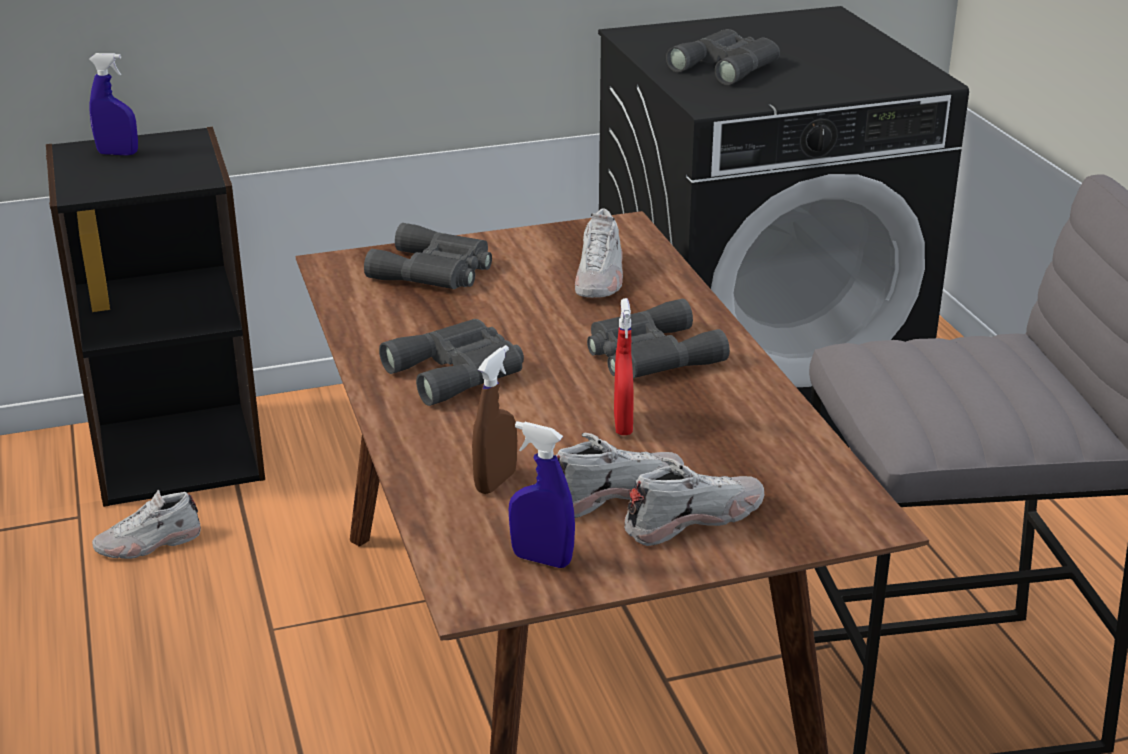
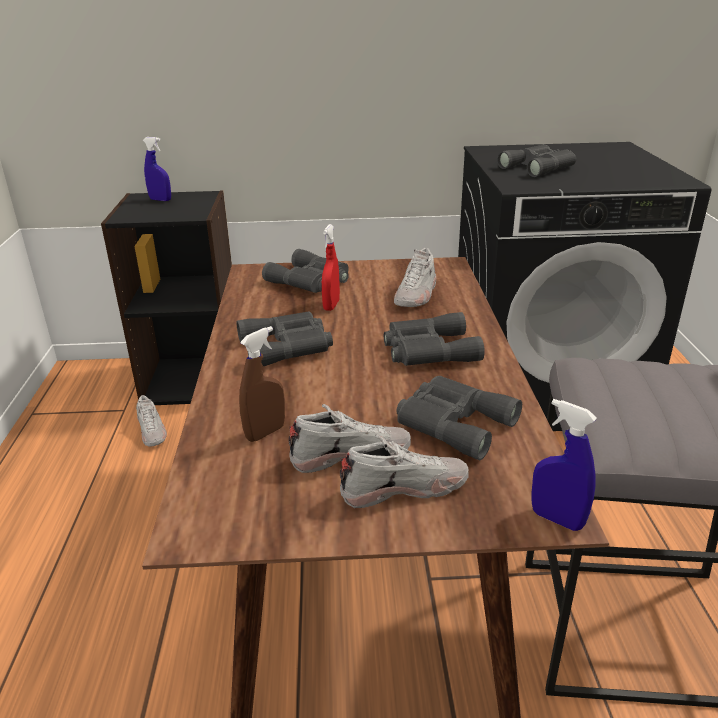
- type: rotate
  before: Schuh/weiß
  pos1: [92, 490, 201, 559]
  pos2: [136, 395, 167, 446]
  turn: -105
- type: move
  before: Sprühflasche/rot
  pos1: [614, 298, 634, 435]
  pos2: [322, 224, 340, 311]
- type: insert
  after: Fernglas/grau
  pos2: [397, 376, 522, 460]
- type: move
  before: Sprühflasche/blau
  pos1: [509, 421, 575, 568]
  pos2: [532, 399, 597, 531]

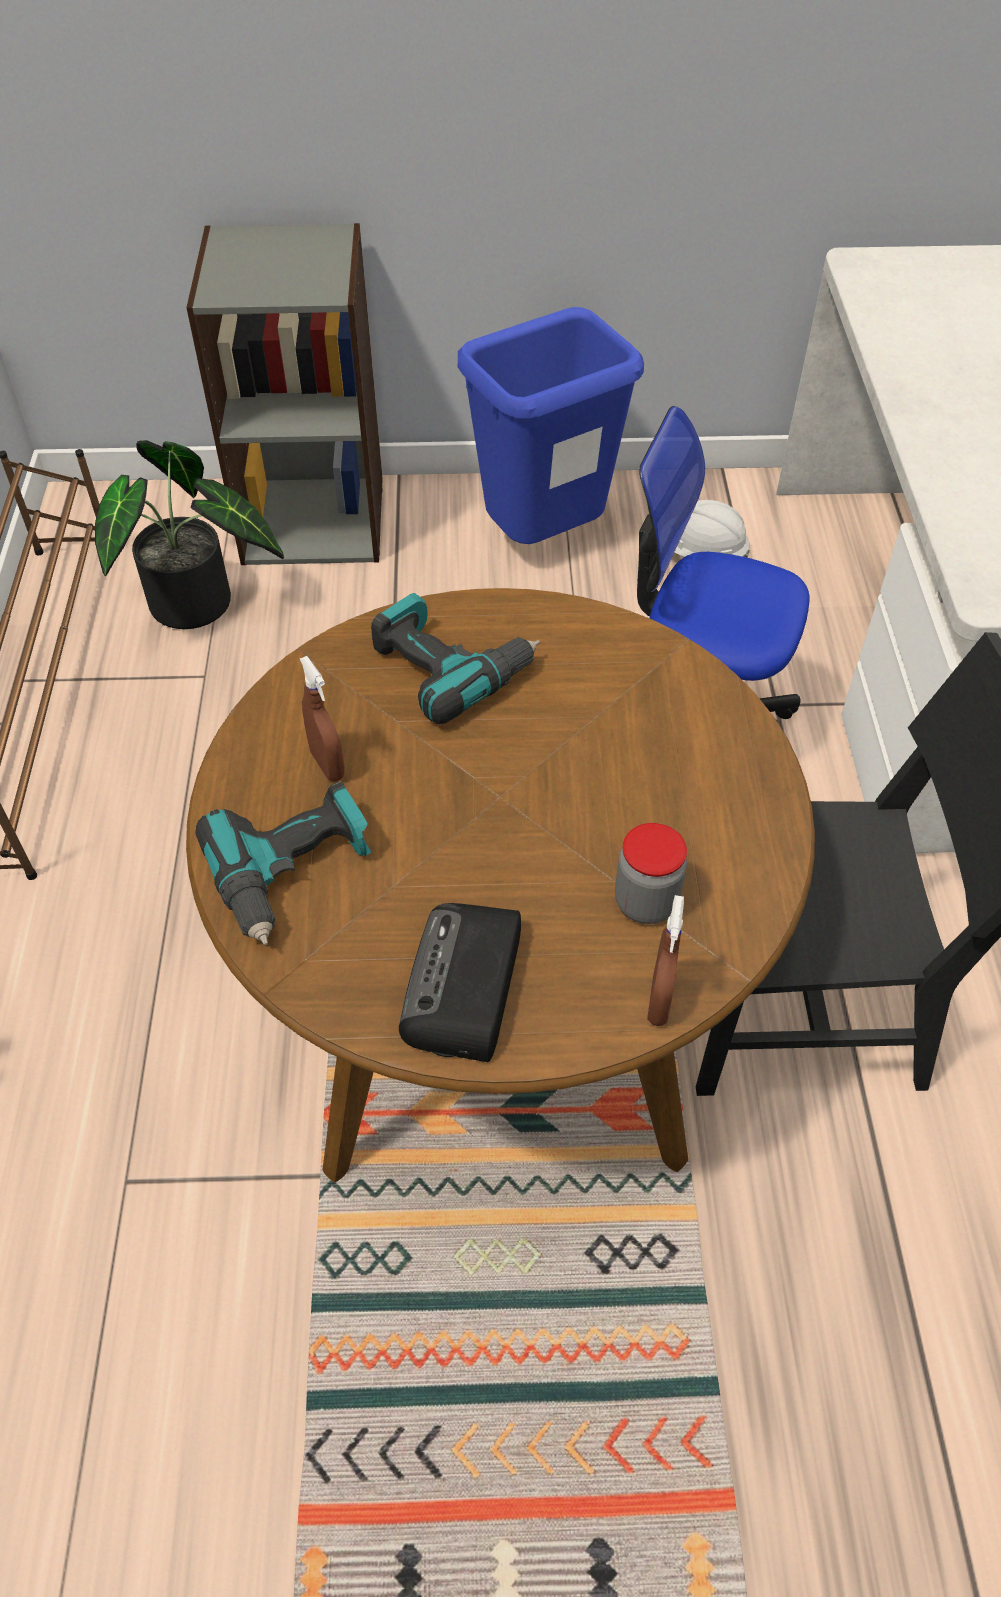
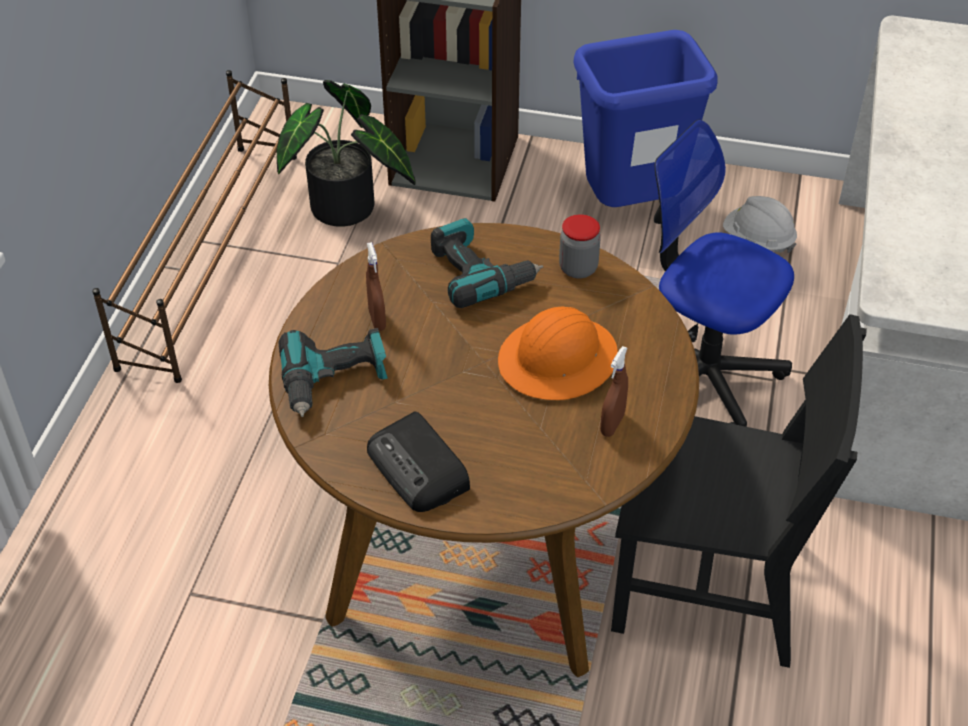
- type: rotate
  before: Radio
  pos1: [399, 903, 521, 1062]
  pos2: [367, 412, 470, 512]
  turn: -60
- type: insert
  after: Schutzhelm/orange
  pos2: [498, 307, 618, 400]
- type: move
  before: Vorratsglas
  pos1: [615, 823, 687, 924]
  pos2: [559, 214, 601, 279]
- type: move
  before: Sprühflasche/braun
  pos1: [647, 895, 684, 1026]
  pos2: [600, 346, 628, 437]

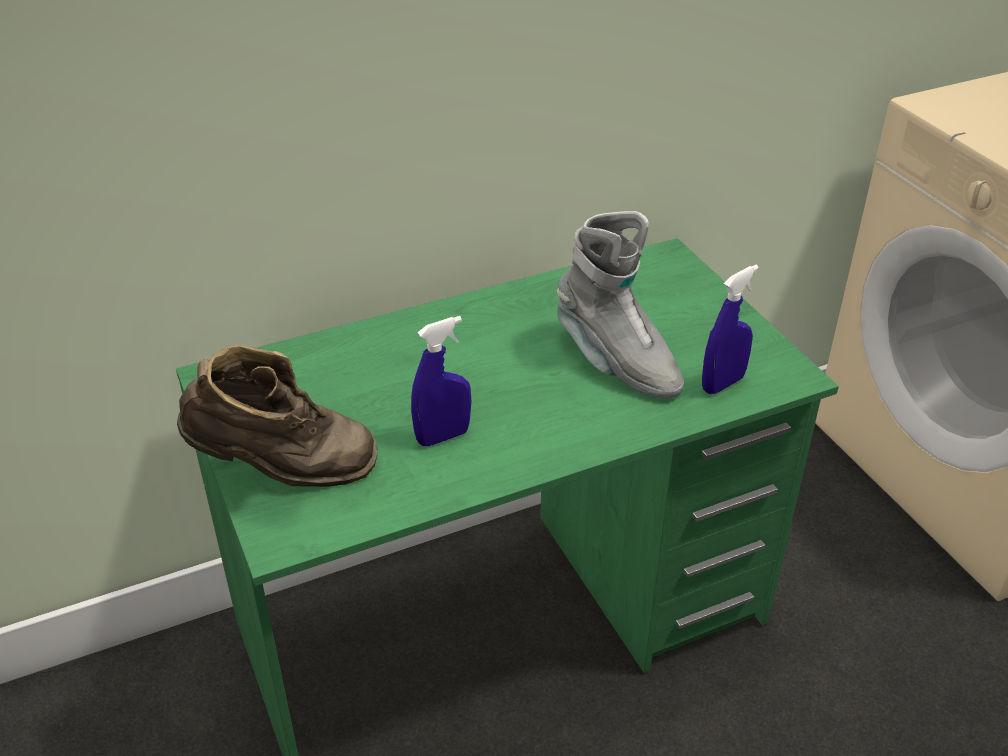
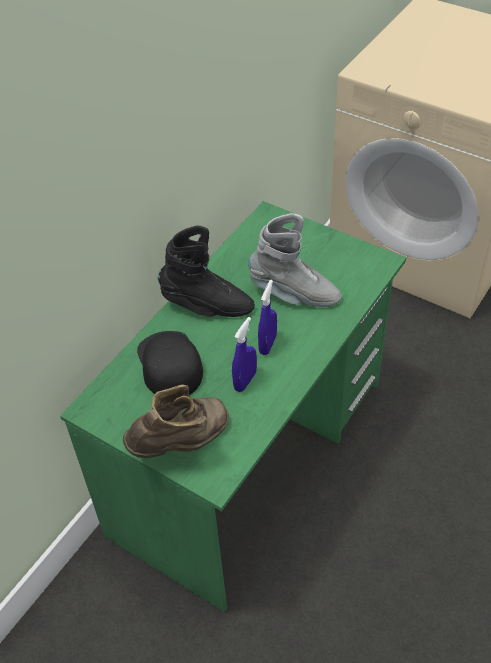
- type: insert
  after: Kappe/schwarz
  pos2: [137, 331, 203, 395]
- type: insert
  after: Stiefel/schwarz
  pos2: [158, 226, 255, 317]
- type: move
  before: Sprühflasche/blau
  pos1: [702, 265, 759, 394]
  pos2: [258, 280, 277, 355]

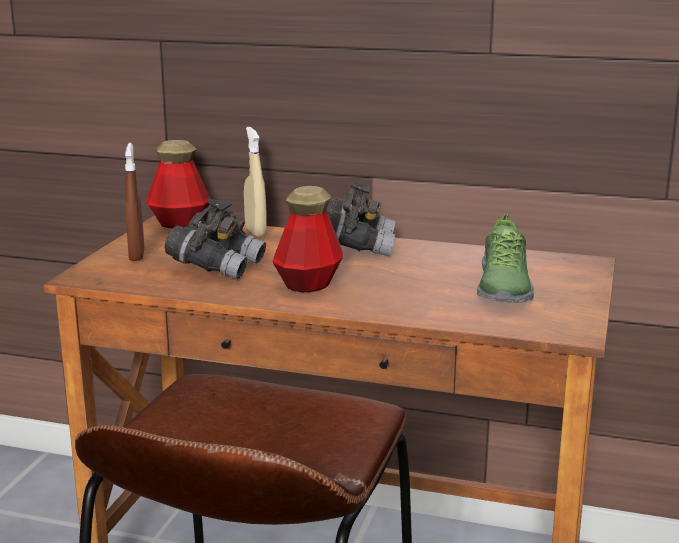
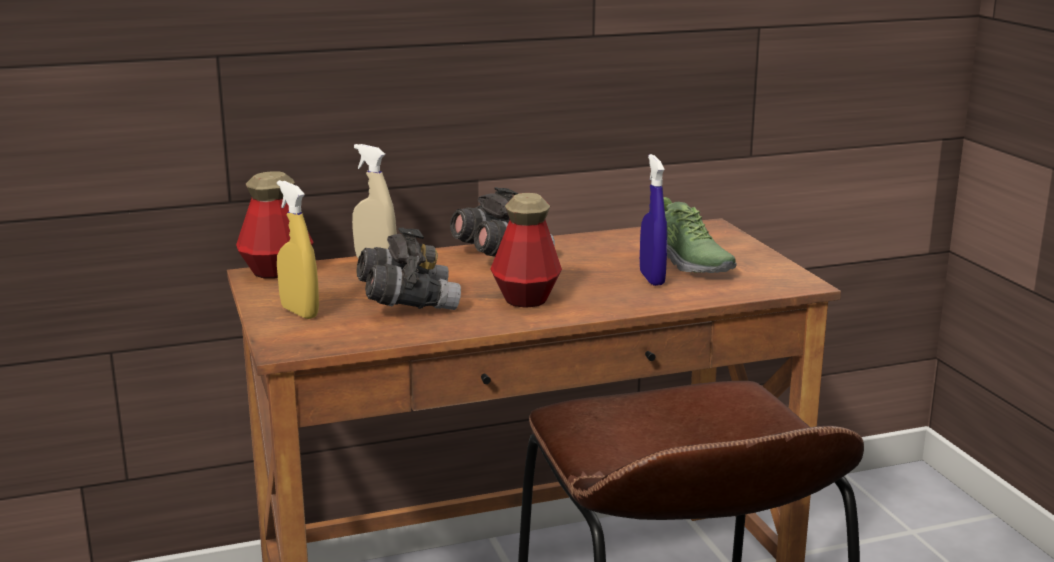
- type: recolor
  before: Sprühflasche/braun
  after: Sprühflasche/gelb
  pos1: [125, 143, 144, 261]
  pos2: [277, 180, 319, 319]
- type: insert
  after: Sprühflasche/blau
  pos2: [640, 154, 667, 286]

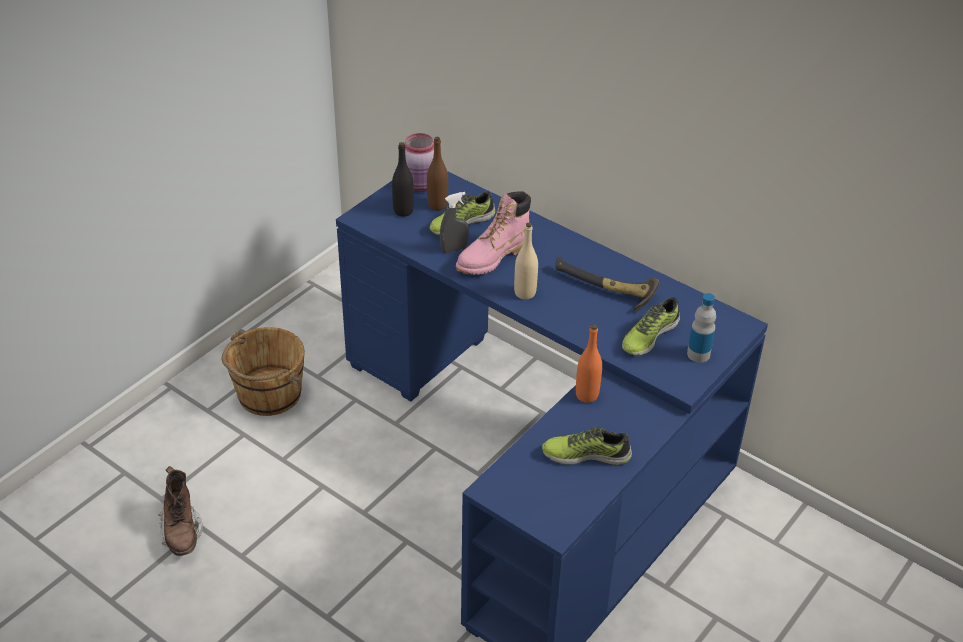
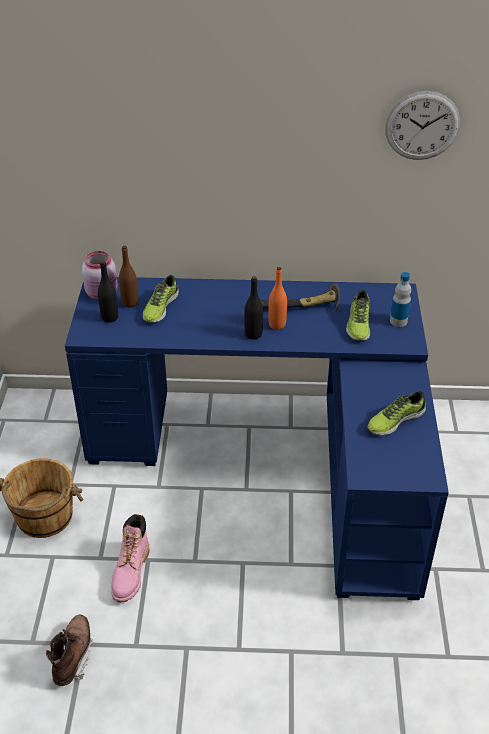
- type: rotate
  before: Stiefel/braun
  pos1: [158, 466, 203, 556]
  pos2: [46, 615, 94, 686]
  turn: -120
- type: move
  before: Stiefel/rosa
  pos1: [456, 191, 531, 275]
  pos2: [111, 514, 149, 603]
- type: recolor
  before: Flasche/beige
  after: Flasche/schwarz
  pos1: [514, 223, 538, 300]
  pos2: [244, 276, 263, 339]
- type: move
  before: Flasche/orange
  pos1: [576, 324, 602, 403]
  pos2: [268, 267, 287, 330]
- type: insert
  after: Wanduhr
  pos2: [385, 91, 460, 160]
- type: delete
  before: Sprühflasche/grau
  pos1: [440, 192, 469, 253]

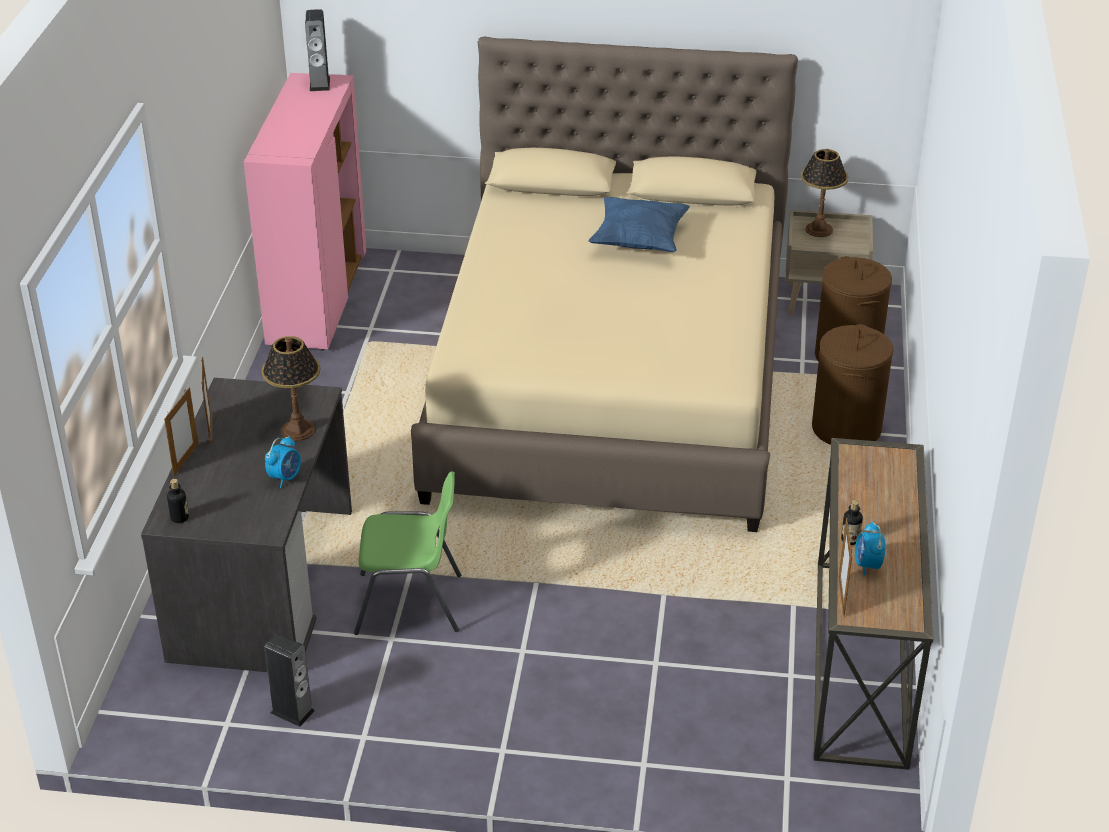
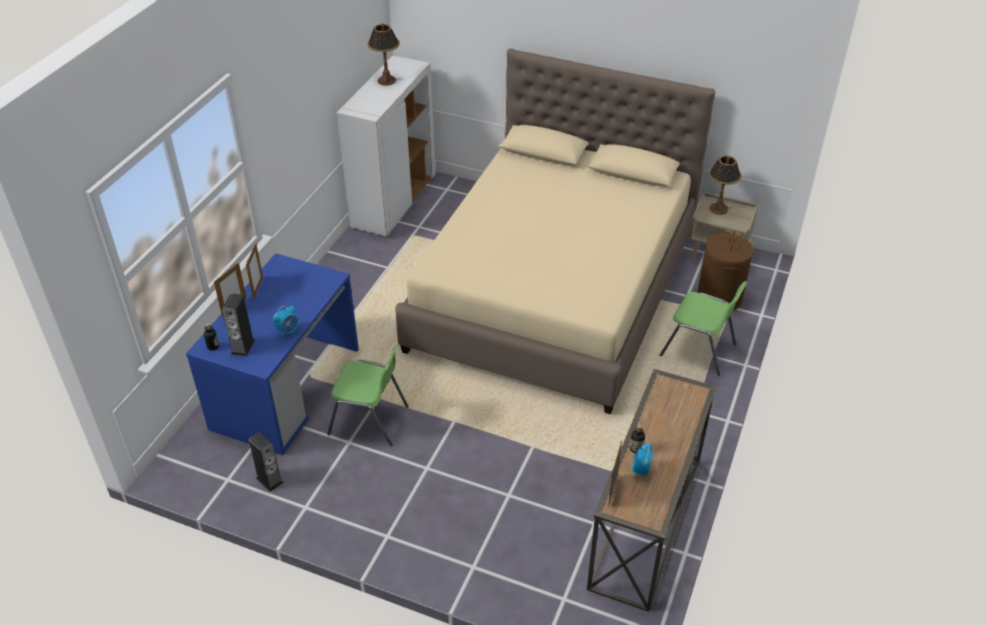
- type: recolor
  before: Schreibtisch/grau
  after: Schreibtisch/blau
  pos1: [141, 378, 352, 672]
  pos2: [186, 253, 359, 455]
- type: move
  before: Lautsprecher
  pos1: [305, 9, 330, 91]
  pos2: [222, 293, 255, 357]
- type: recolor
  before: Schrank/rosa
  after: Schrank/weiß
  pos1: [244, 73, 366, 351]
  pos2: [337, 56, 436, 237]
- type: move
  before: Tischlampe
  pos1: [261, 336, 321, 441]
  pos2: [368, 23, 400, 86]
- type: replace
  before: Wäschekorb/braun
  after: Stuhl/grün
  pos1: [812, 324, 893, 445]
  pos2: [659, 281, 747, 376]
- type: delete
  before: Kissen/blau
  pos1: [588, 197, 690, 252]

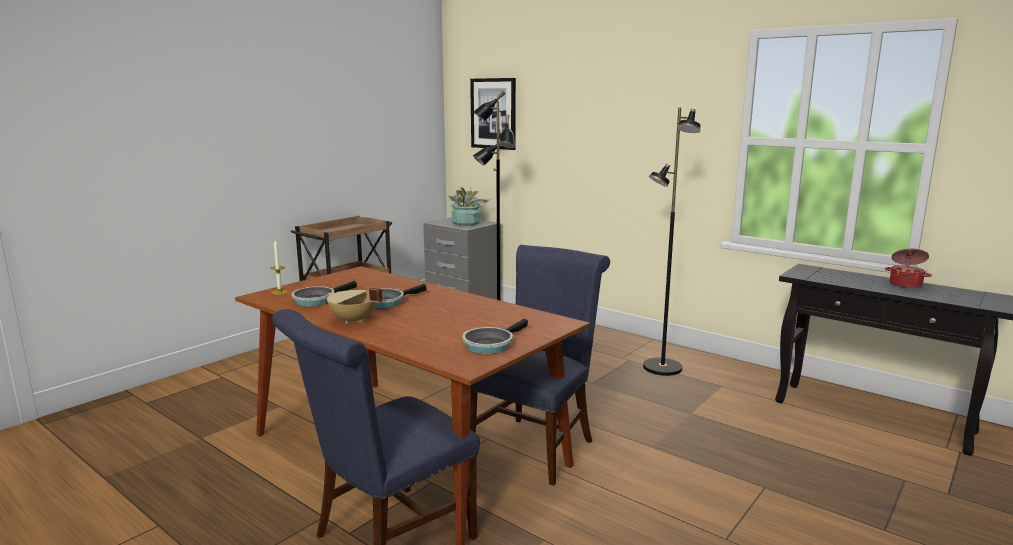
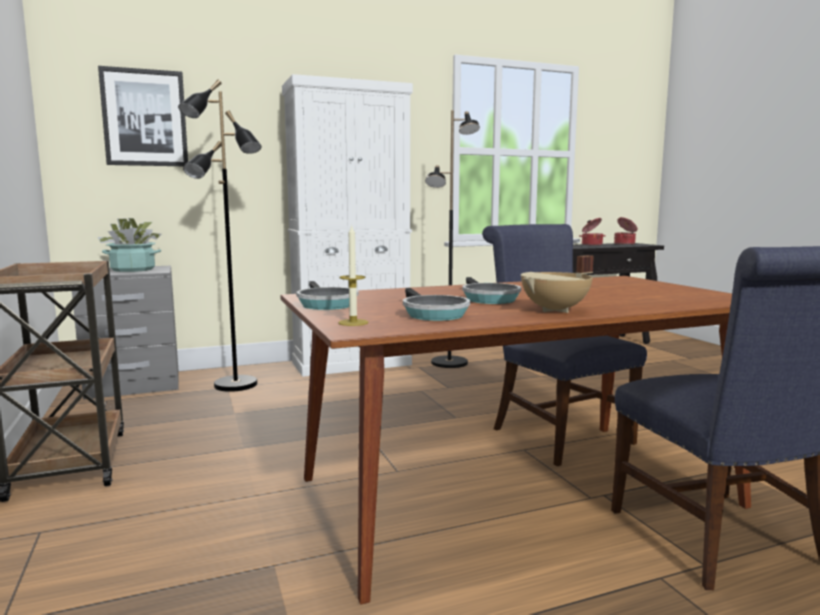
- type: insert
  after: Schrank/weiß
  pos2: [282, 74, 413, 377]
- type: move
  before: Pfanne
  pos1: [462, 319, 528, 354]
  pos2: [296, 281, 359, 310]
- type: insert
  after: Kochtopf
  pos2: [614, 217, 637, 245]

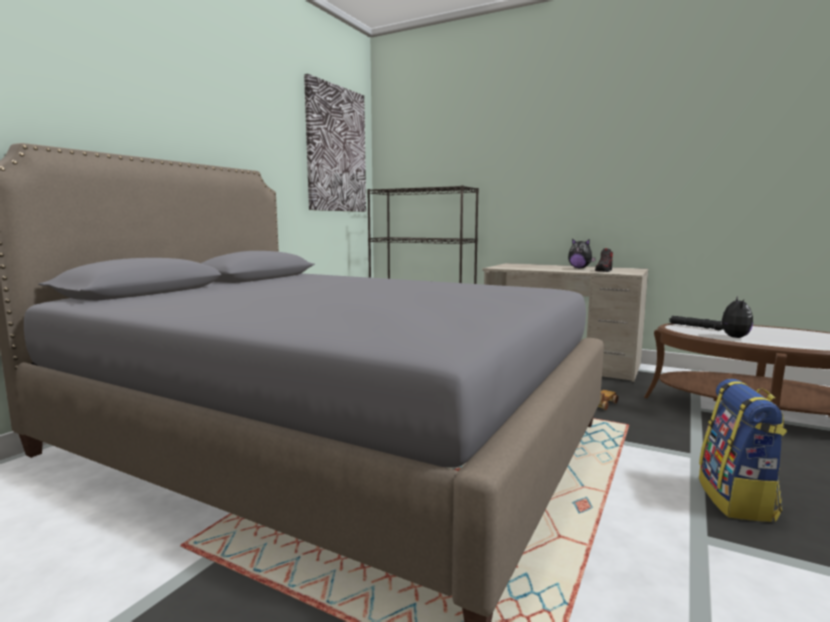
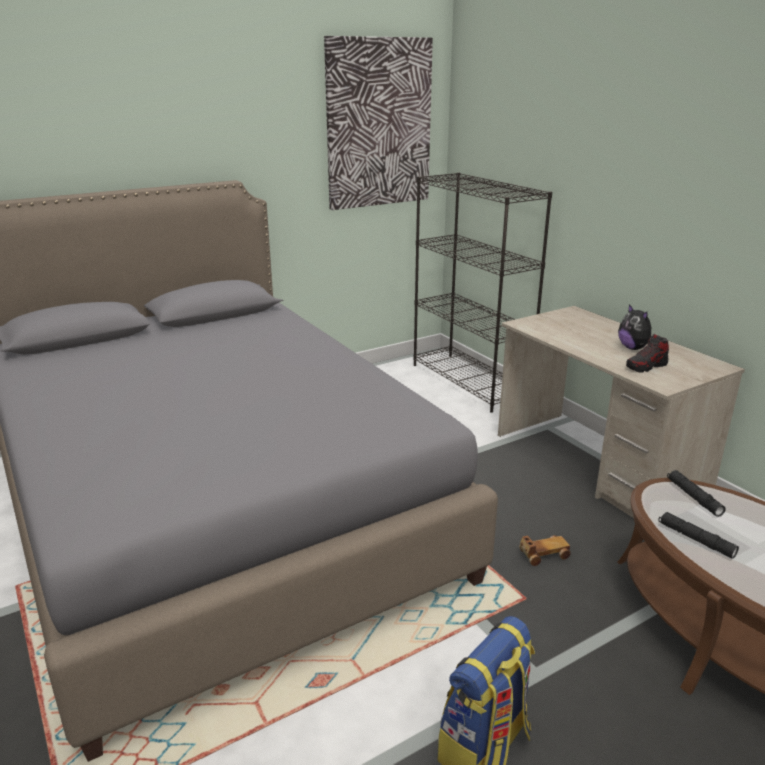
- type: replace
  before: Plüschtier
  after: Taschenlampe/schwarz
  pos1: [713, 296, 753, 338]
  pos2: [658, 512, 739, 559]

